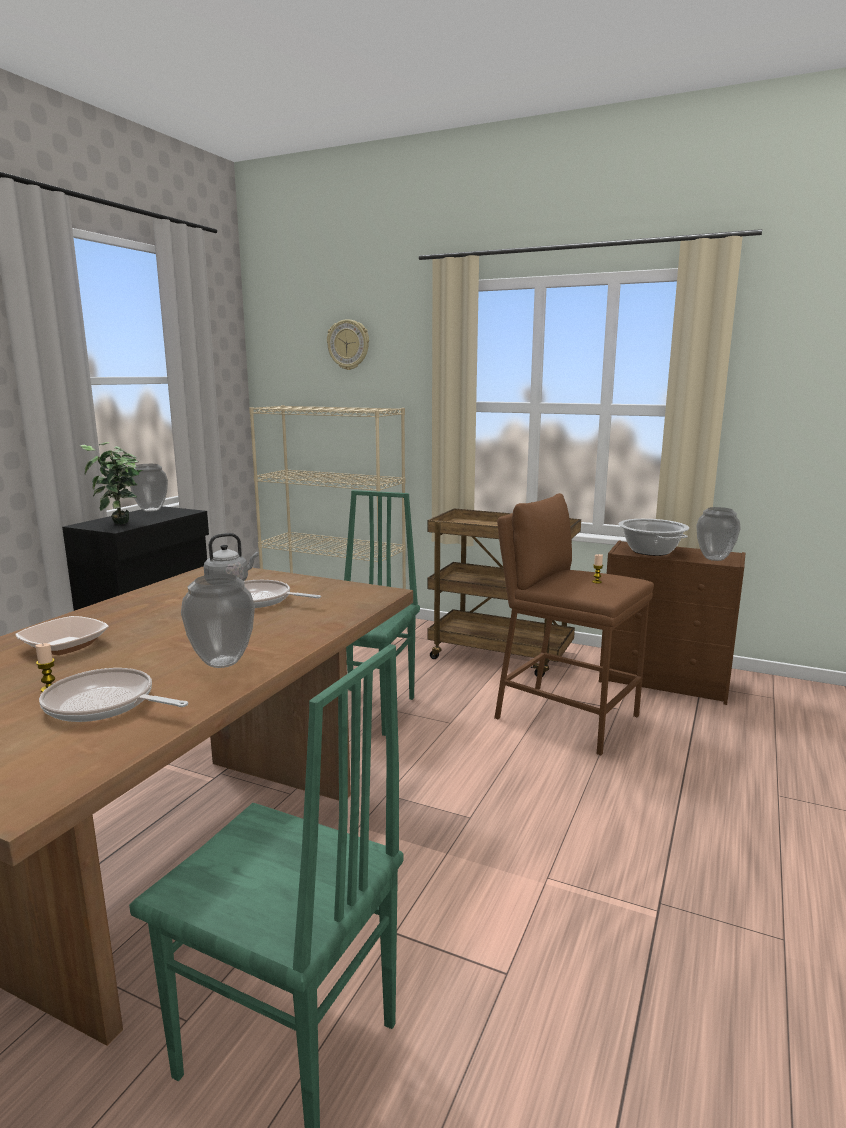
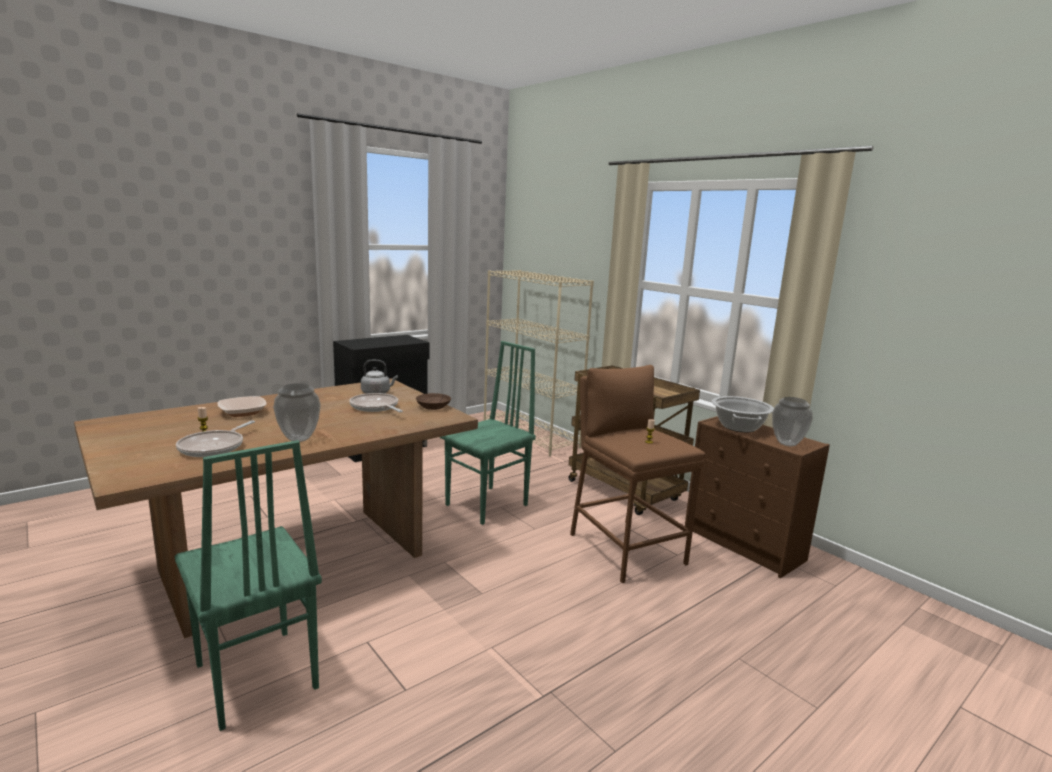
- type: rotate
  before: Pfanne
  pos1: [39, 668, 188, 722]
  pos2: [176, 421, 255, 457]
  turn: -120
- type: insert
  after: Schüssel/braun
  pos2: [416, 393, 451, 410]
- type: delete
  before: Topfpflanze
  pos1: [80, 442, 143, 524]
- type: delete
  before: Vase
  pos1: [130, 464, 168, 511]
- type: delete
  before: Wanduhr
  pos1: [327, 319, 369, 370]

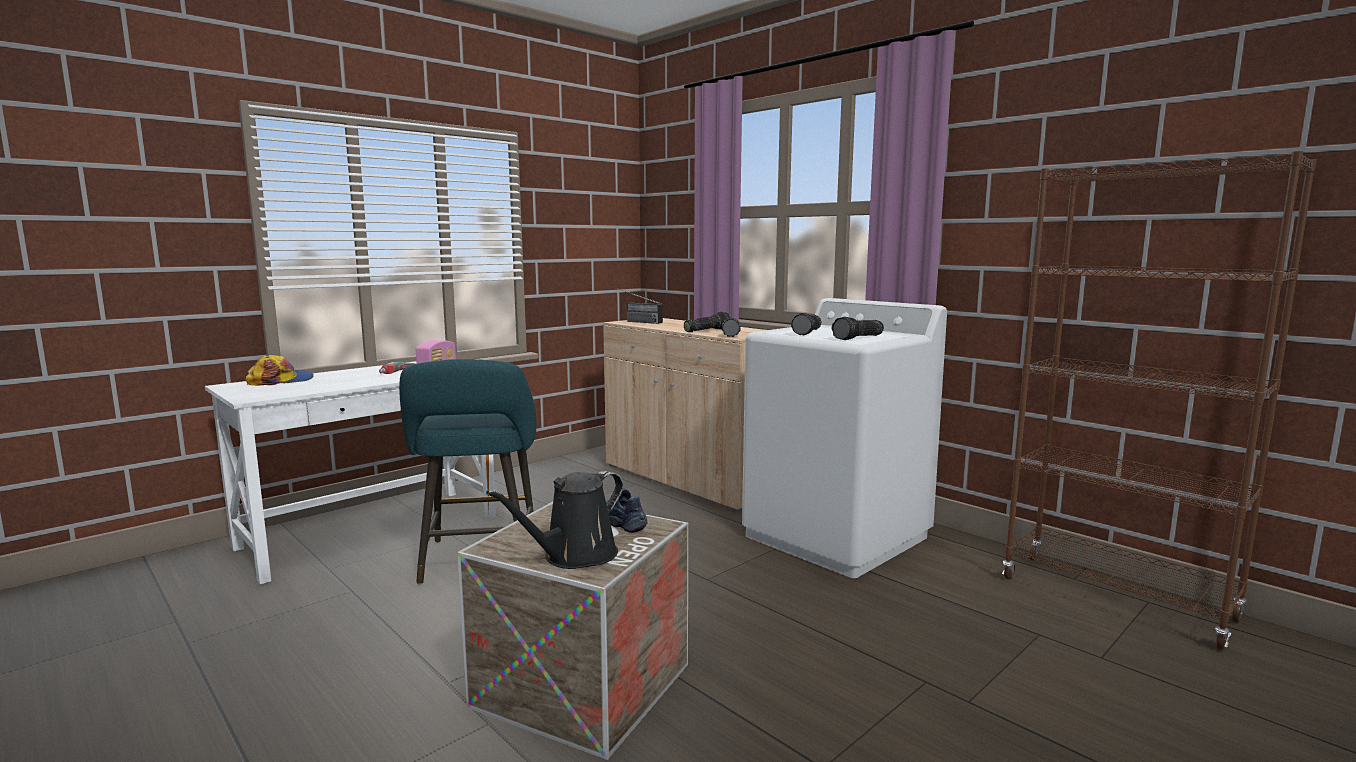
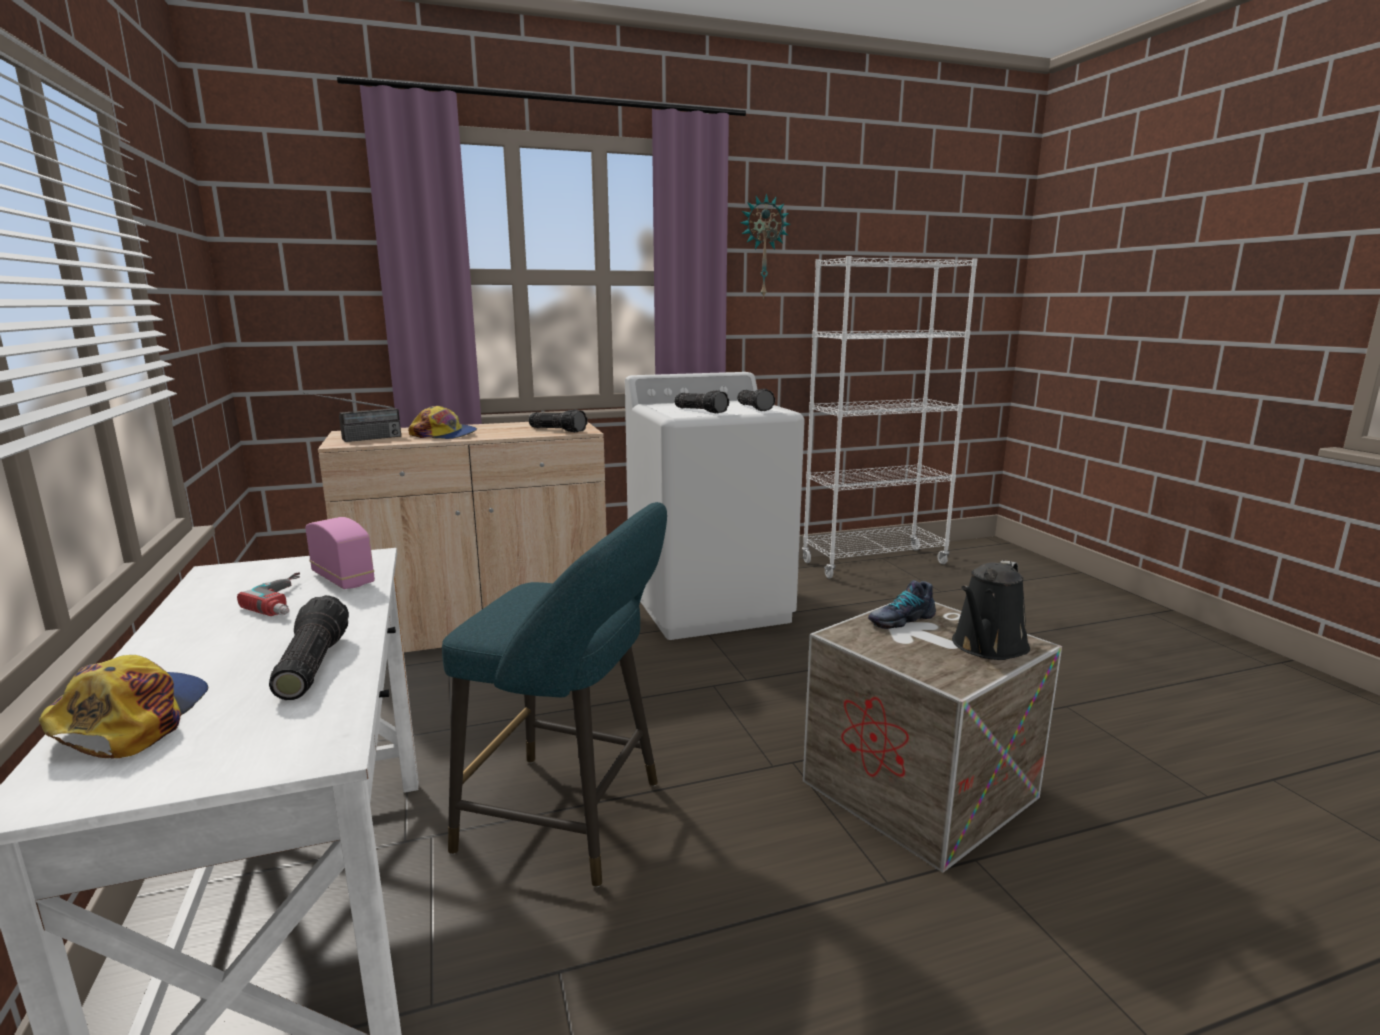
- type: move
  before: Taschenlampe
  pos1: [684, 312, 731, 332]
  pos2: [269, 595, 349, 700]
- type: insert
  after: Kappe
  pos2: [408, 406, 477, 439]
- type: insert
  after: Wanduhr
  pos2: [740, 193, 791, 298]
- type: recolor
  before: Bücherregal/braun
  after: Bücherregal/weiß
  pos1: [1002, 151, 1317, 650]
  pos2: [802, 256, 978, 578]
- type: rotate
  before: Gießkanne/schwarz
  pos1: [486, 471, 623, 569]
  pos2: [952, 560, 1030, 660]
  turn: 60

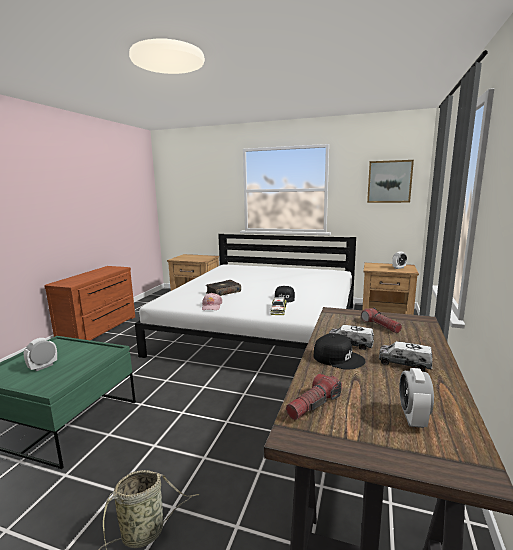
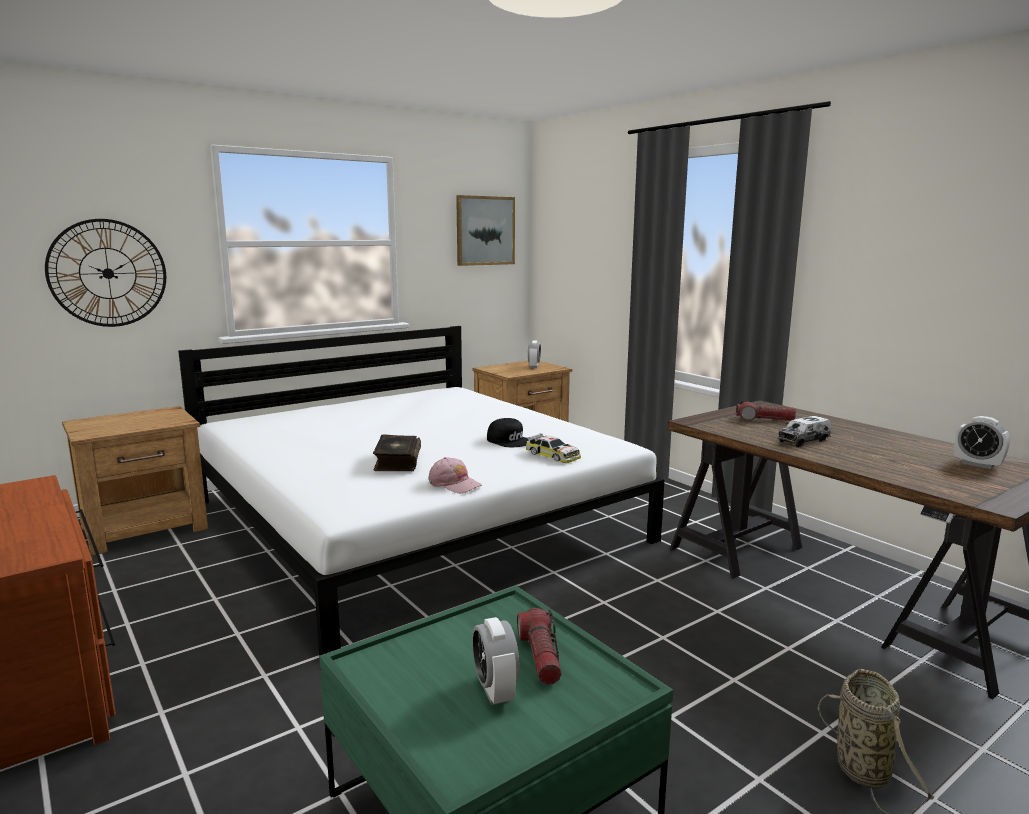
- type: insert
  after: Wanduhr
  pos2: [45, 219, 166, 327]
- type: move
  before: Taschenlampe
  pos1: [286, 374, 342, 420]
  pos2: [517, 608, 562, 685]
- type: delete
  before: Kappe/schwarz
  pos1: [313, 333, 366, 369]
- type: delete
  before: Spielzeuglaster
  pos1: [379, 341, 433, 371]

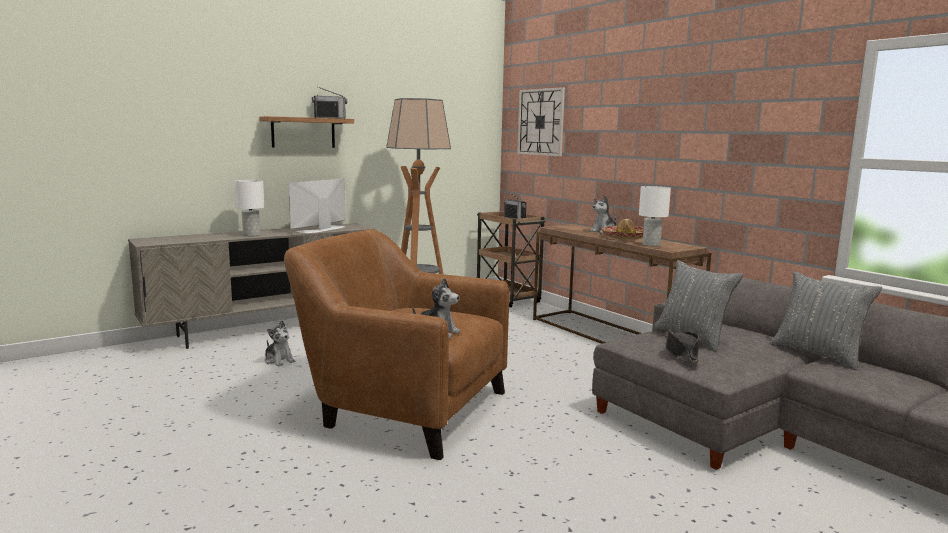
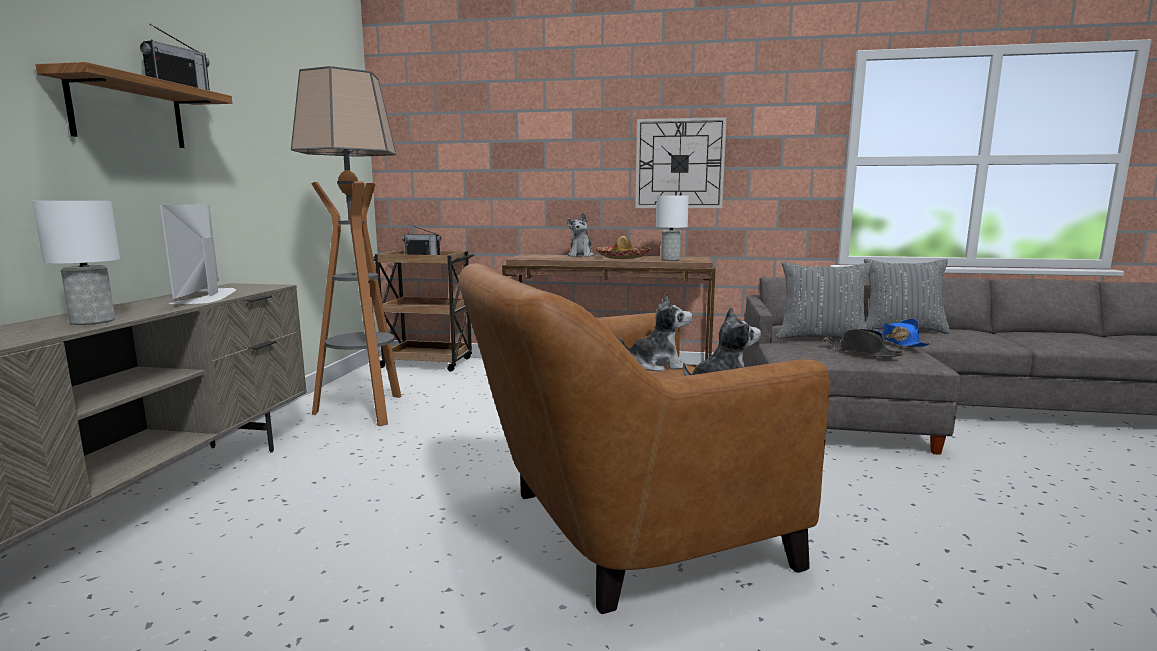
- type: move
  before: Plüschtier
  pos1: [265, 320, 295, 366]
  pos2: [620, 292, 693, 371]
- type: move
  before: Wanduhr
  pos1: [517, 87, 565, 156]
  pos2: [635, 117, 727, 208]
- type: insert
  after: Hut/blau
  pos2: [875, 319, 931, 347]

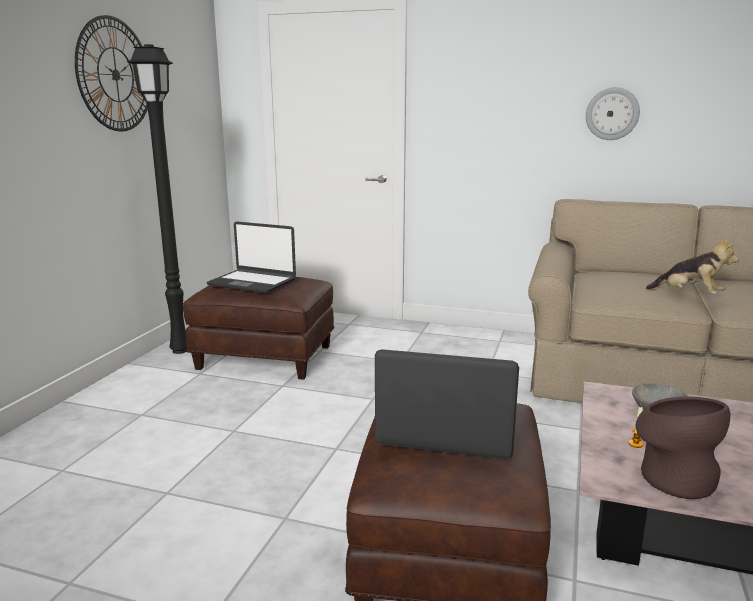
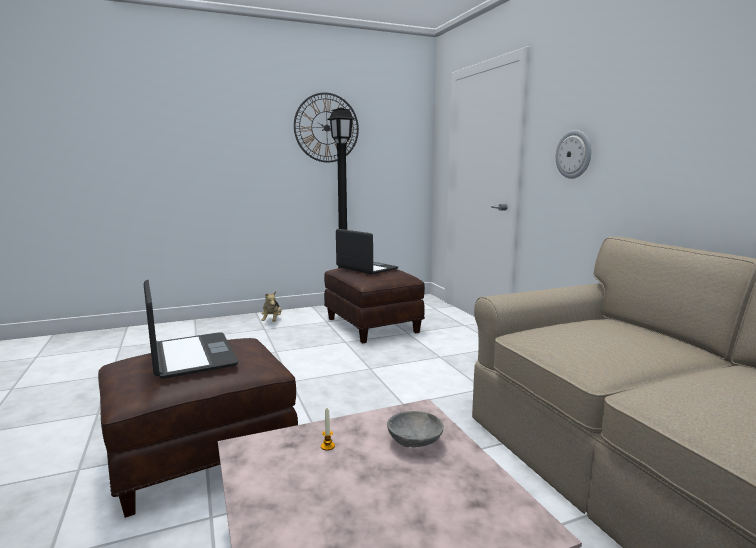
- type: move
  before: Plüschtier
  pos1: [646, 238, 739, 294]
  pos2: [261, 291, 282, 322]
- type: rotate
  before: Laptop
  pos1: [207, 221, 296, 293]
  pos2: [336, 229, 398, 274]
  turn: 150
- type: move
  before: Wanduhr
  pos1: [586, 87, 640, 140]
  pos2: [556, 130, 591, 179]
- type: delete
  before: Vase/braun
  pos1: [636, 397, 731, 499]

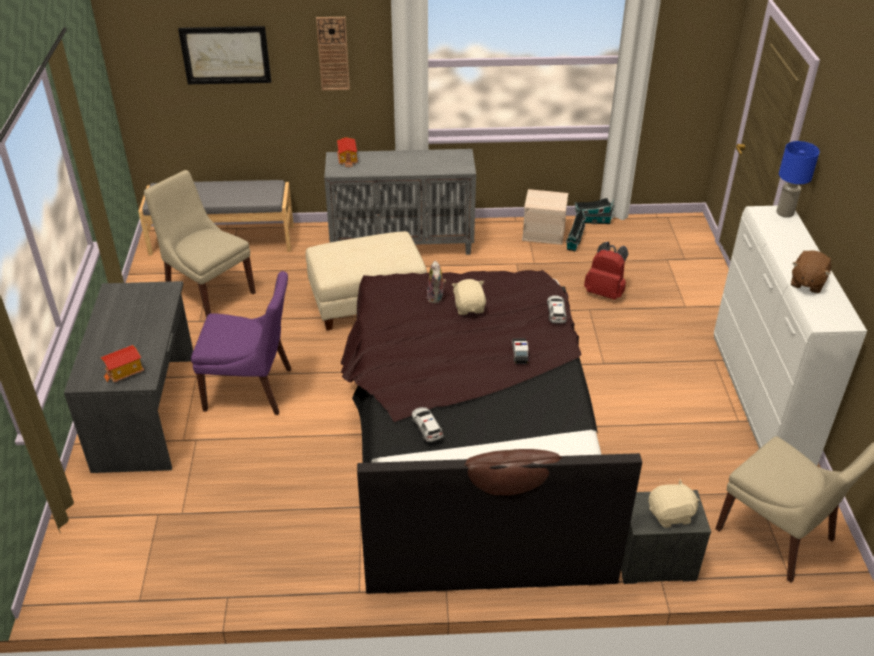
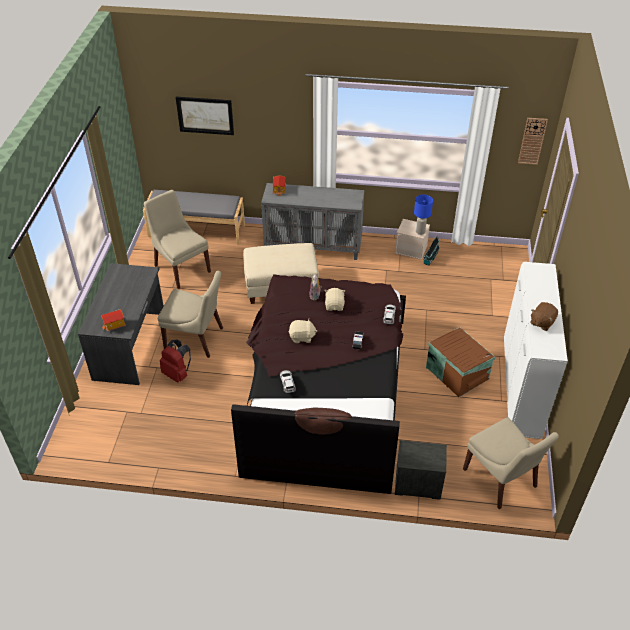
- type: recolor
  before: Stuhl/lila
  after: Stuhl/beige
  pos1: [191, 271, 291, 415]
  pos2: [158, 271, 223, 358]
- type: move
  before: Rucksack/rot
  pos1: [584, 242, 628, 300]
  pos2: [160, 339, 191, 383]
- type: move
  before: Plüschtier/beige
  pos1: [648, 479, 699, 528]
  pos2: [289, 319, 317, 343]
- type: move
  before: Tischlampe/blau
  pos1: [776, 141, 820, 218]
  pos2: [414, 194, 433, 235]
- type: insert
  after: Aufbewahrungsbox/braun
  pos2: [426, 327, 495, 398]
- type: move
  before: Wanduhr
  pos1: [316, 17, 350, 90]
  pos2: [518, 118, 548, 165]
- type: delete
  before: Spielzeughaus
  pos1: [574, 198, 615, 224]

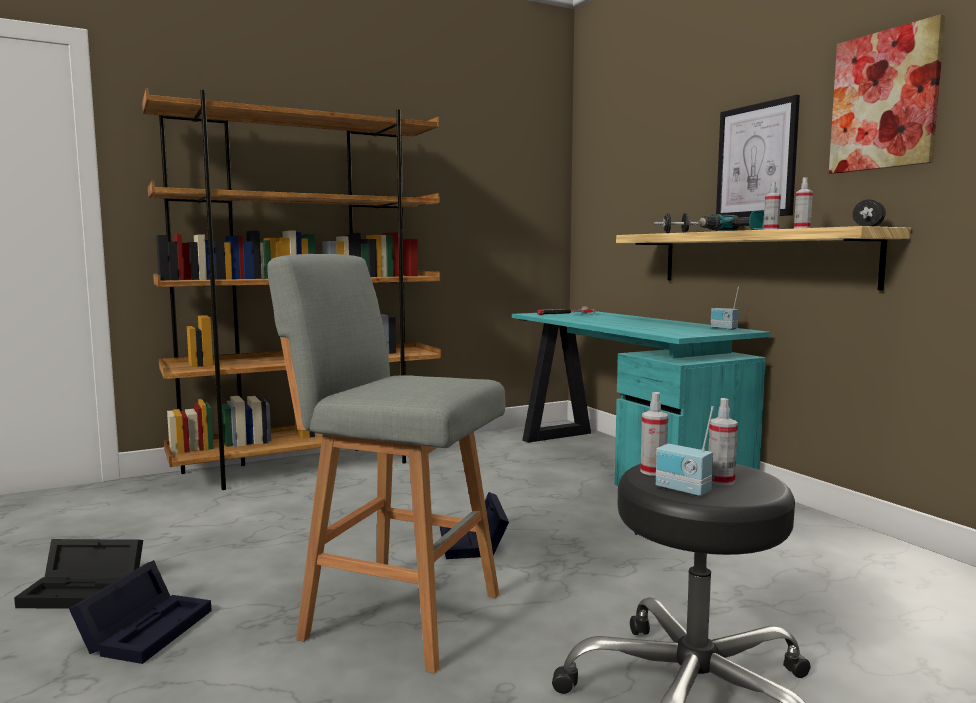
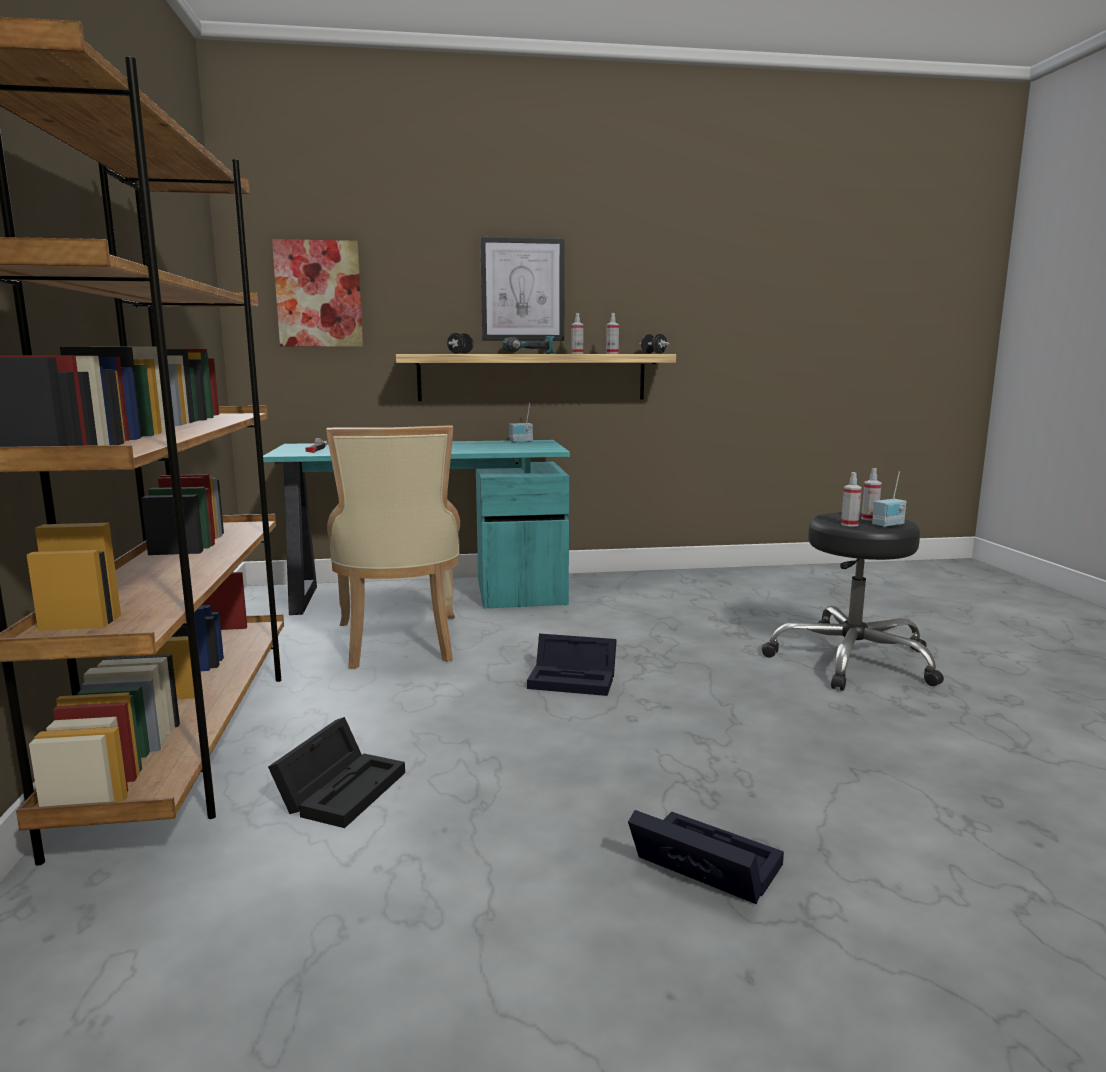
- type: move
  before: Aufbewahrungsbox/schwarz
  pos1: [14, 539, 143, 609]
  pos2: [268, 717, 405, 828]
- type: move
  before: Bild
  pos1: [829, 14, 945, 174]
  pos2: [272, 239, 363, 347]
- type: insert
  after: Stuhl/beige
  pos2: [326, 426, 460, 669]
- type: delete
  before: Hocker/grau
  pos1: [267, 254, 505, 673]

